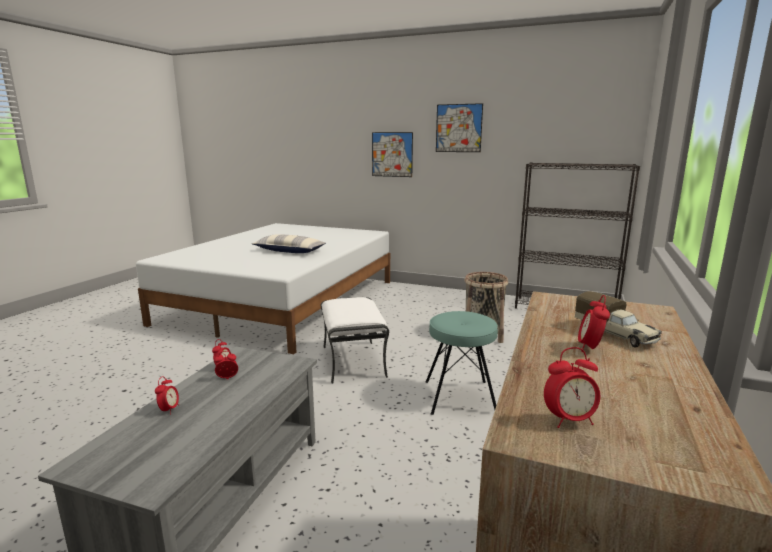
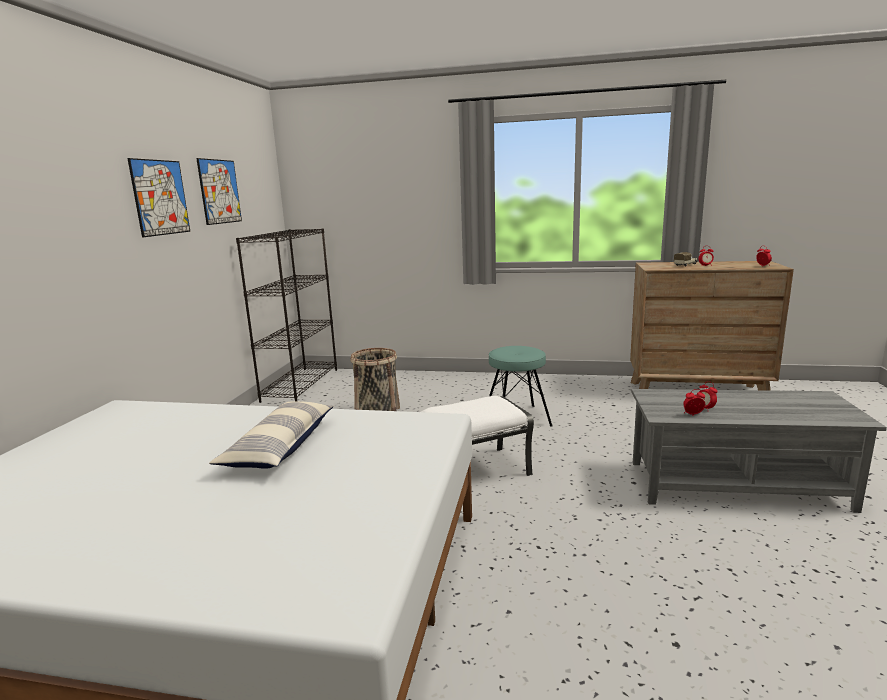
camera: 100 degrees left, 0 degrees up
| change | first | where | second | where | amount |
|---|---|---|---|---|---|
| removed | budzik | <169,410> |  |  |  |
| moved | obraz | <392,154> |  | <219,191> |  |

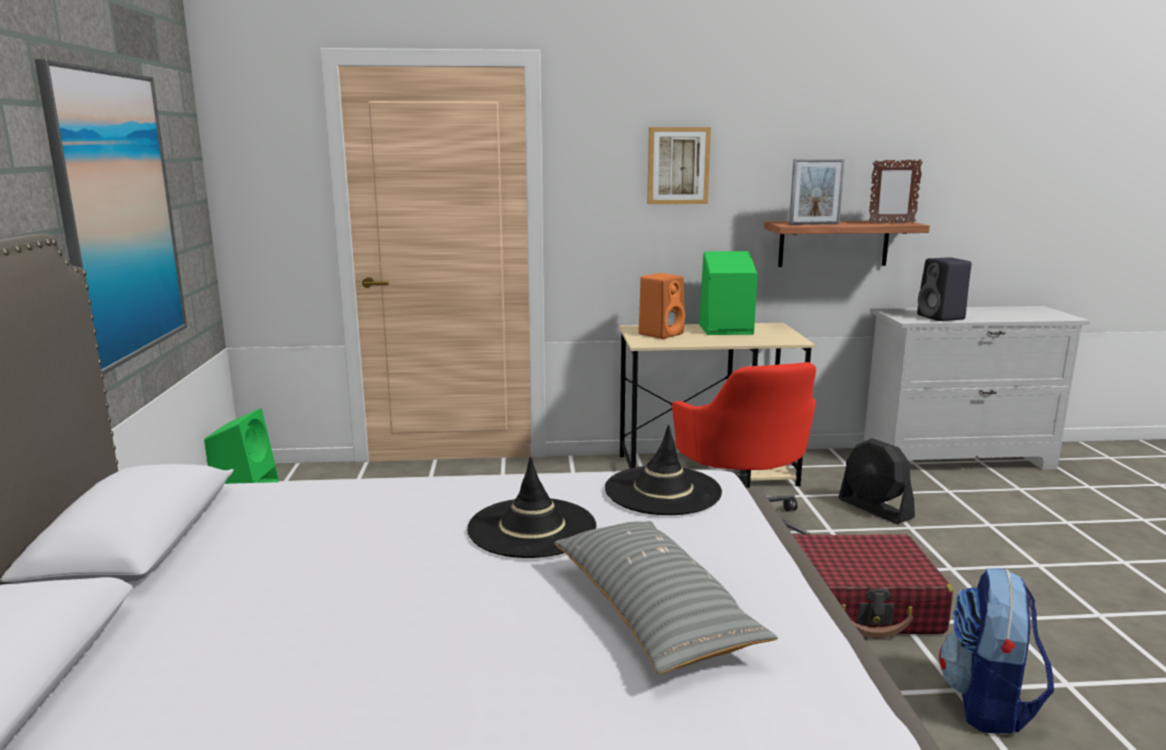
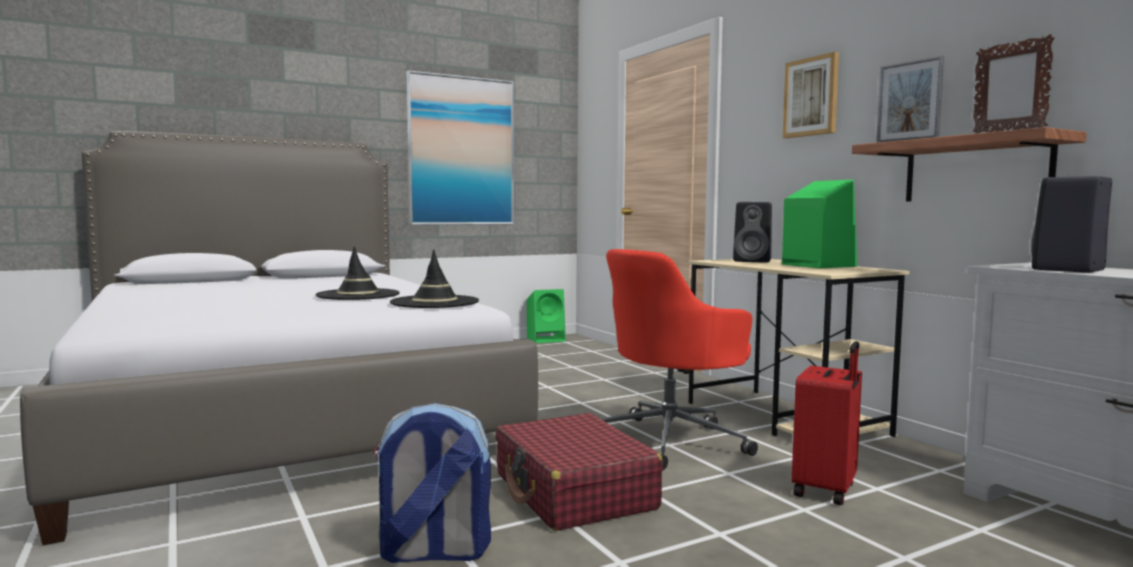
camera: 65 degrees right, 10 degrees down
| change | first | where | second | where | amount |
|---|---|---|---|---|---|
| removed | poduszka [szary] | <652,611> |  |  |  |
| replaced | wentylator [czarny] | <875,509> | walizka [czerwony] | <826,490> |  |
| recoloured | głośnik [pomarańczowy] | <661,334> | głośnik [czarny] | <753,261> |  |

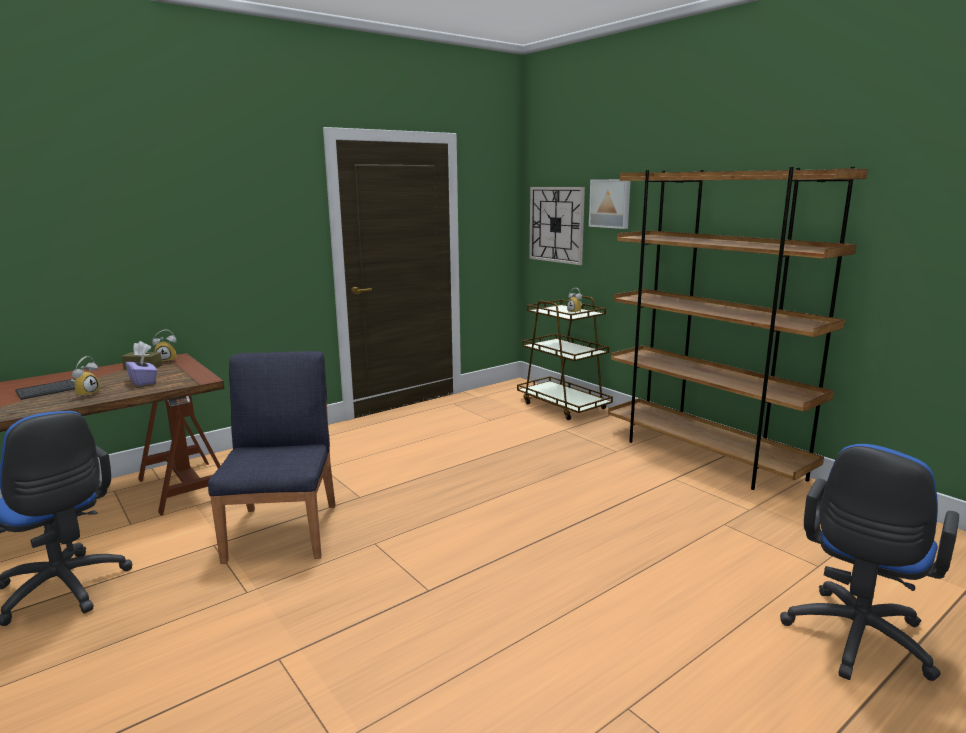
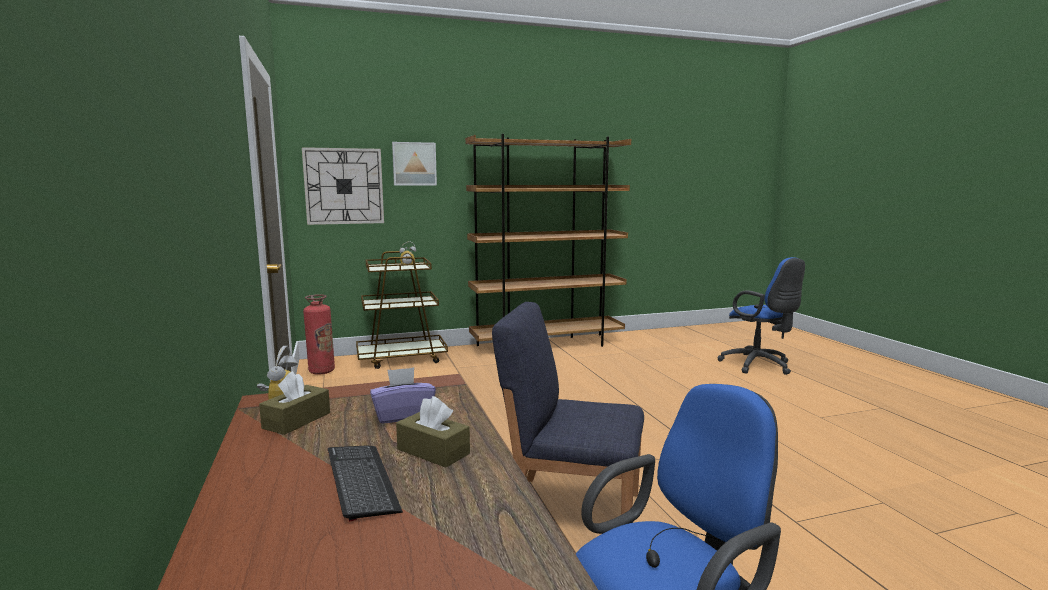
camera: 70 degrees left, 5 degrees down
| change | first | where | second | where | amount |
|---|---|---|---|---|---|
| added |  |  | gaśnica | <321,371> |  |
| replaced | budzik | <86,394> | pudełko chusteczek [brązowy] | <433,451> |  |

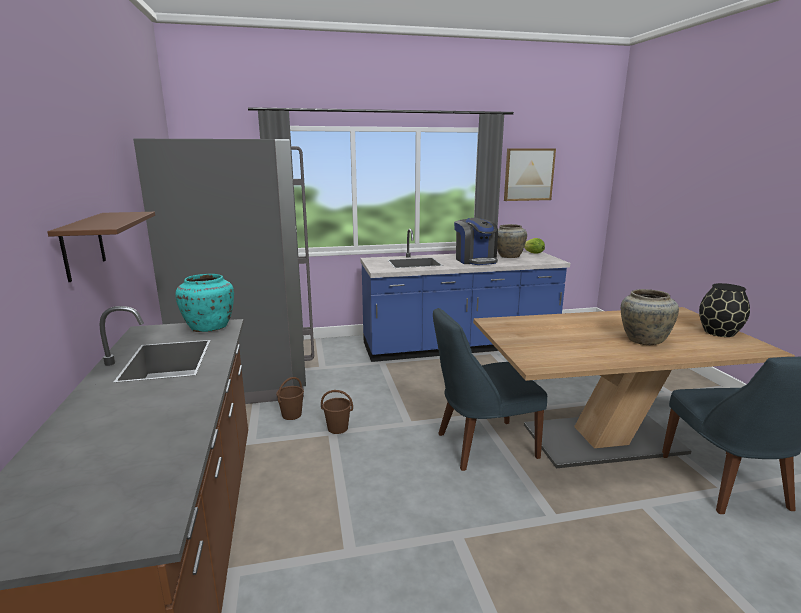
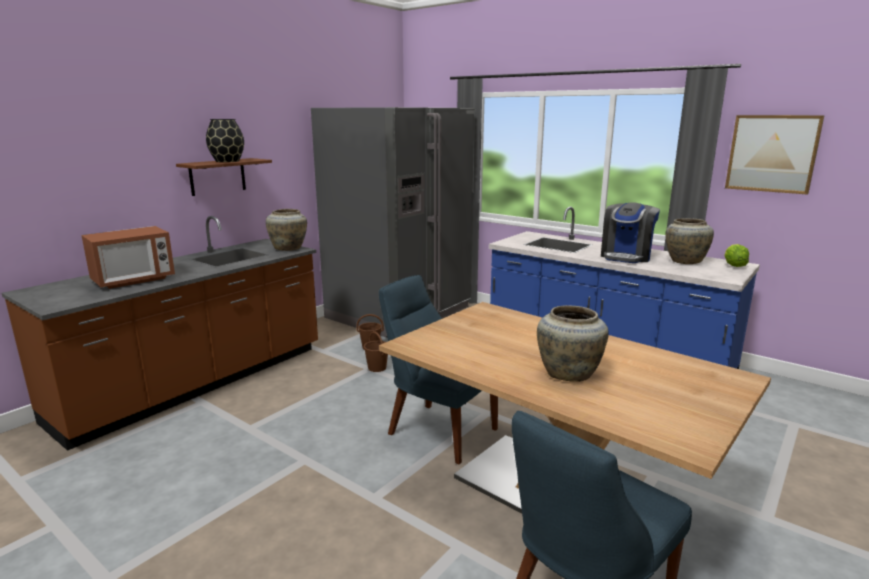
camera: 50 degrees right, 0 degrees up
| change | first | where | second | where | amount |
|---|---|---|---|---|---|
| added |  |  | mikrofalówka | <133,280> |  |
| moved | wazon [czarny] | <718,332> |  | <227,161> |  |
| recoloured | wazon [turkusowy] | <210,327> | wazon [beżowy] | <289,248> |  |

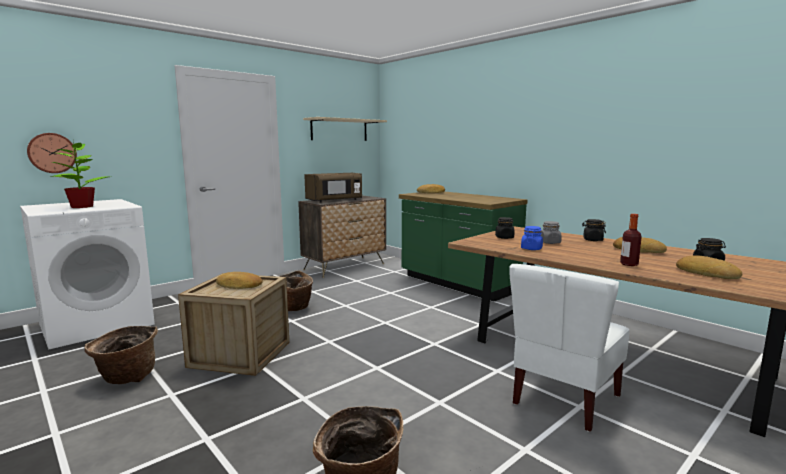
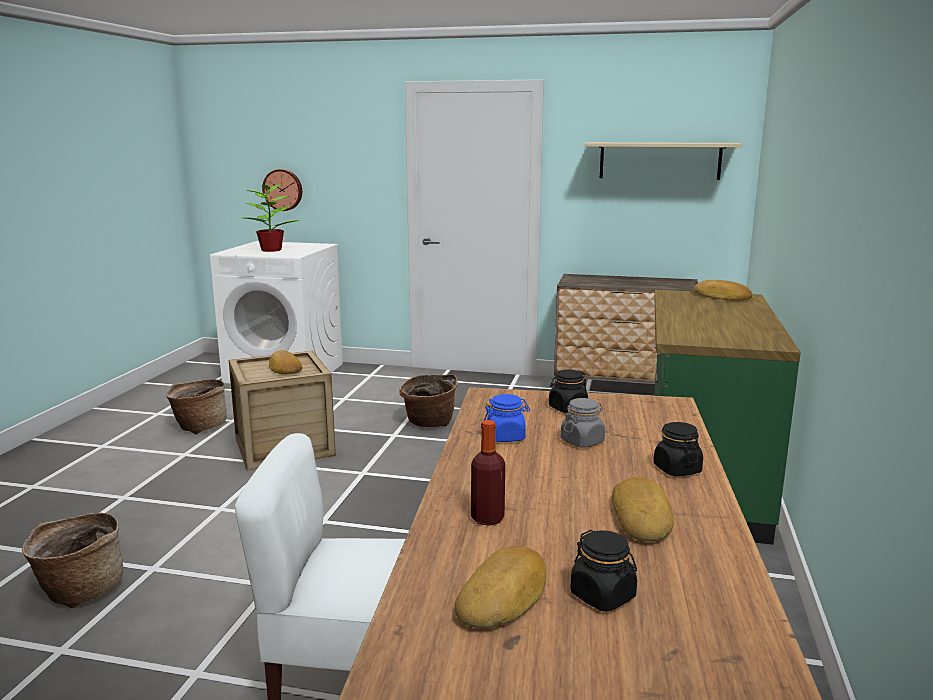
camera: 55 degrees right, 5 degrees up
| change | first | where | second | where | amount |
|---|---|---|---|---|---|
| removed | mikrofalówka [brązowy] | <335,200> |  |  |  |

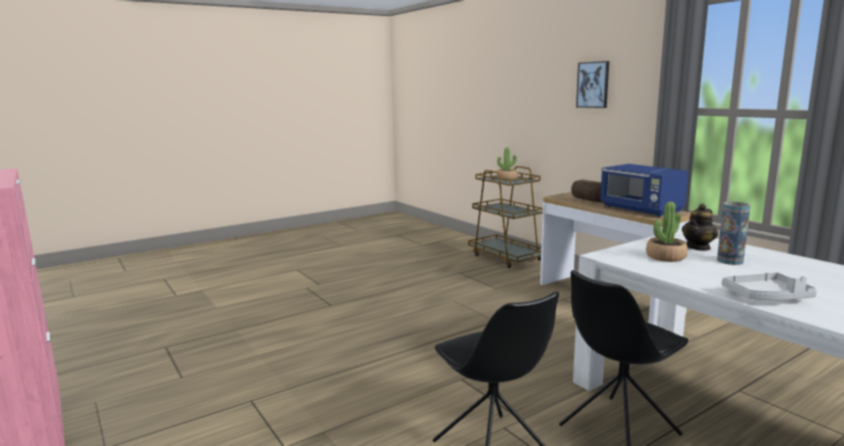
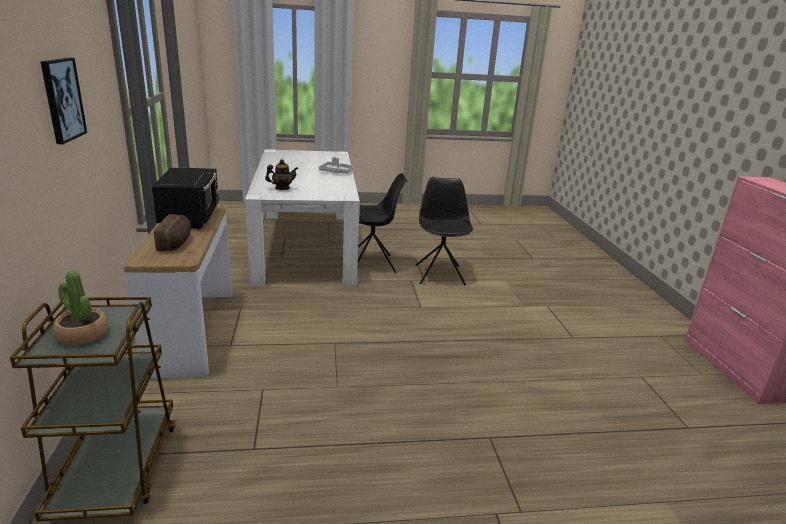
camera: 155 degrees left, 10 degrees up
| change | first | where | second | where | amount |
|---|---|---|---|---|---|
| removed | roślina doniczkowa | <665,257> |  |  |  |
| removed | wazon | <730,261> |  |  |  |
| recoloured | mikrofalówka [niebieski] | <641,209> | mikrofalówka [czarny] | <191,218> |  |

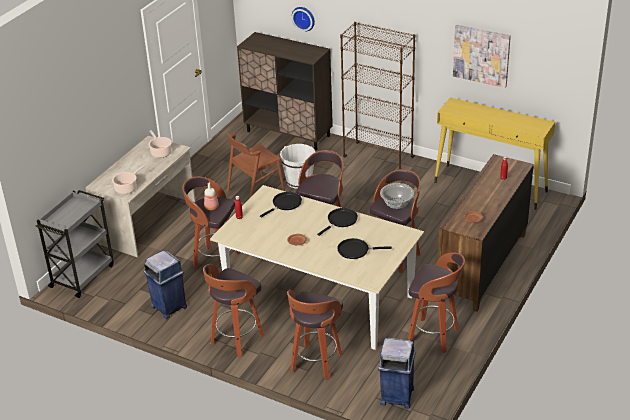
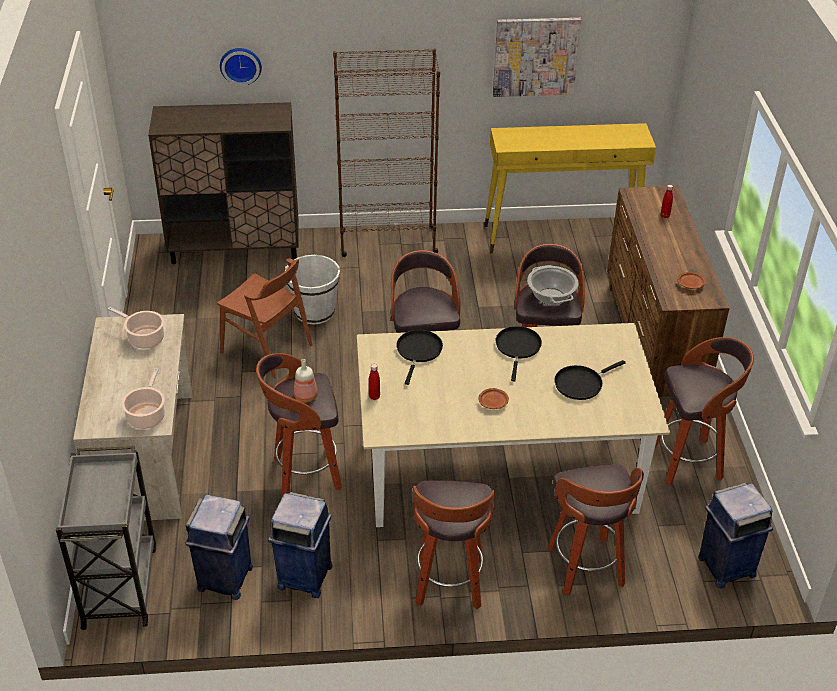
camera: 35 degrees left, 5 degrees up
| change | first | where | second | where | amount |
|---|---|---|---|---|---|
| added |  |  | kosz na śmieci [niebieski] | <224,579> |  |
| turned | krzesło [brązowy] | <255,191> |  | <267,348> | 75 degrees counterclockwise |

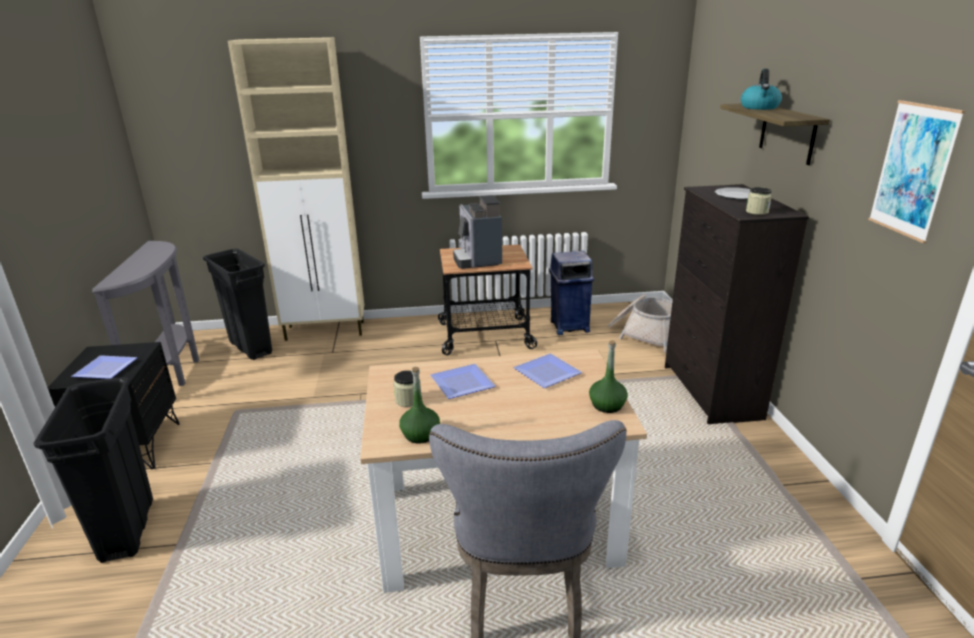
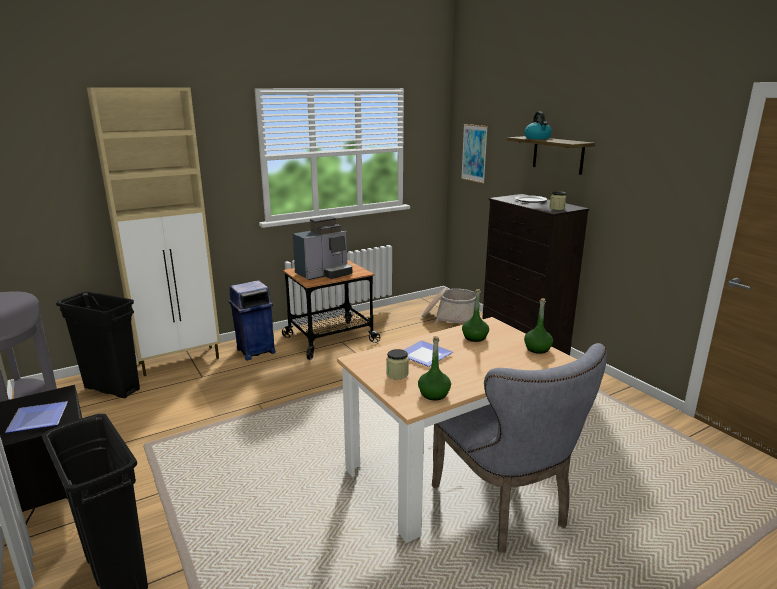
camera: 25 degrees left, 5 degrees down
| change | first | where | second | where | amount |
|---|---|---|---|---|---|
| moved | kosz na śmieci [niebieski] | <568,326> |  | <255,351> |  |
| moved | obraz | <913,170> |  | <474,153> |  |
| replaced | talerz | <544,373> | butelka [zielony] | <474,337> |  |
| turned | ekspres do kawy | <477,259> |  | <324,273> | 90 degrees counterclockwise |

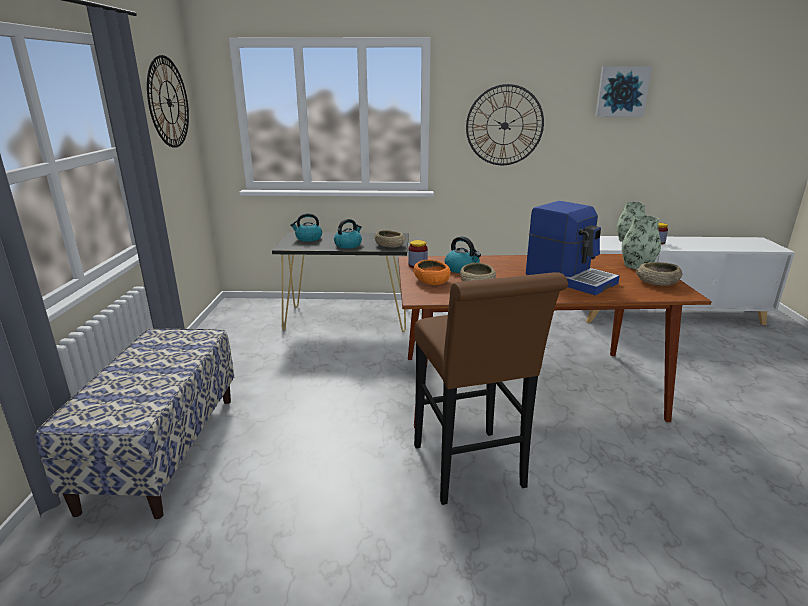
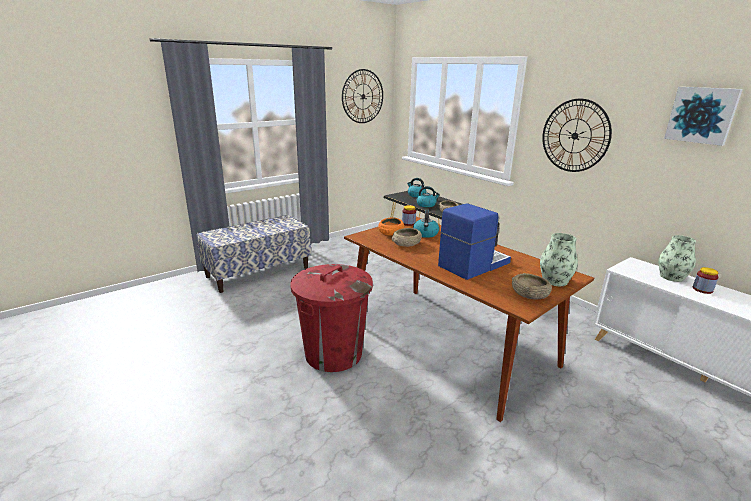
camera: 50 degrees right, 0 degrees up
| change | first | where | second | where | amount |
|---|---|---|---|---|---|
| replaced | stołek [brązowy] | <471,471> | kosz na śmieci [czerwony] | <333,353> |  |
| turned | ekspres do kawy | <570,278> |  | <472,264> | 135 degrees counterclockwise |

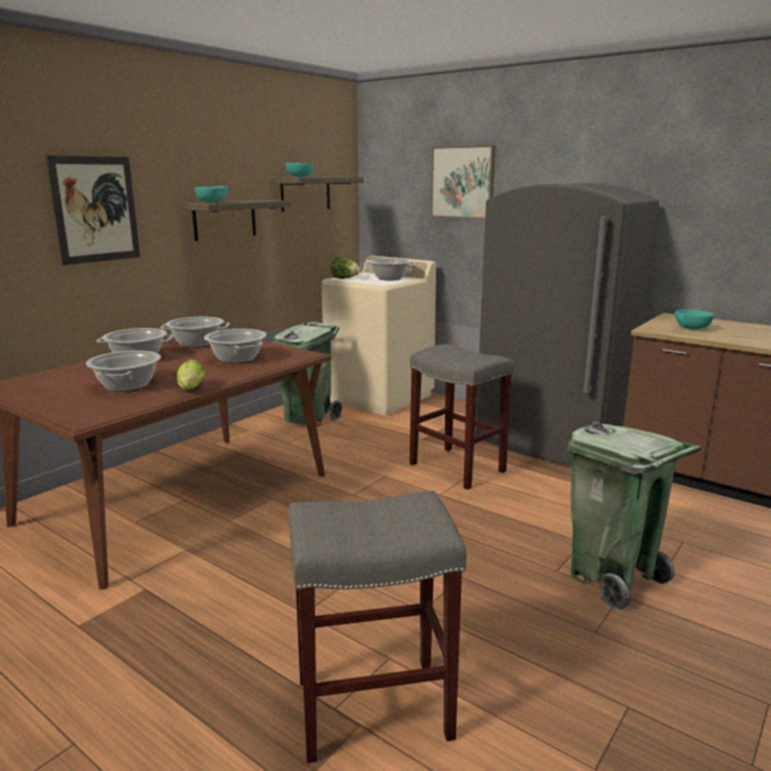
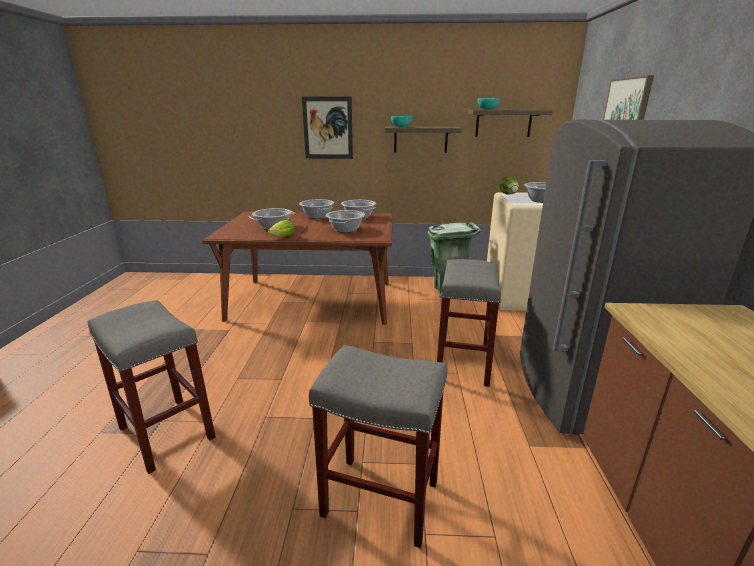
camera: 55 degrees right, 5 degrees up
| change | first | where | second | where | amount |
|---|---|---|---|---|---|
| removed | miska [turkusowy] | <690,329> |  |  |  |
| replaced | kosz na śmieci [zielony] | <612,578> | stołek [szary] | <379,499> |  |

